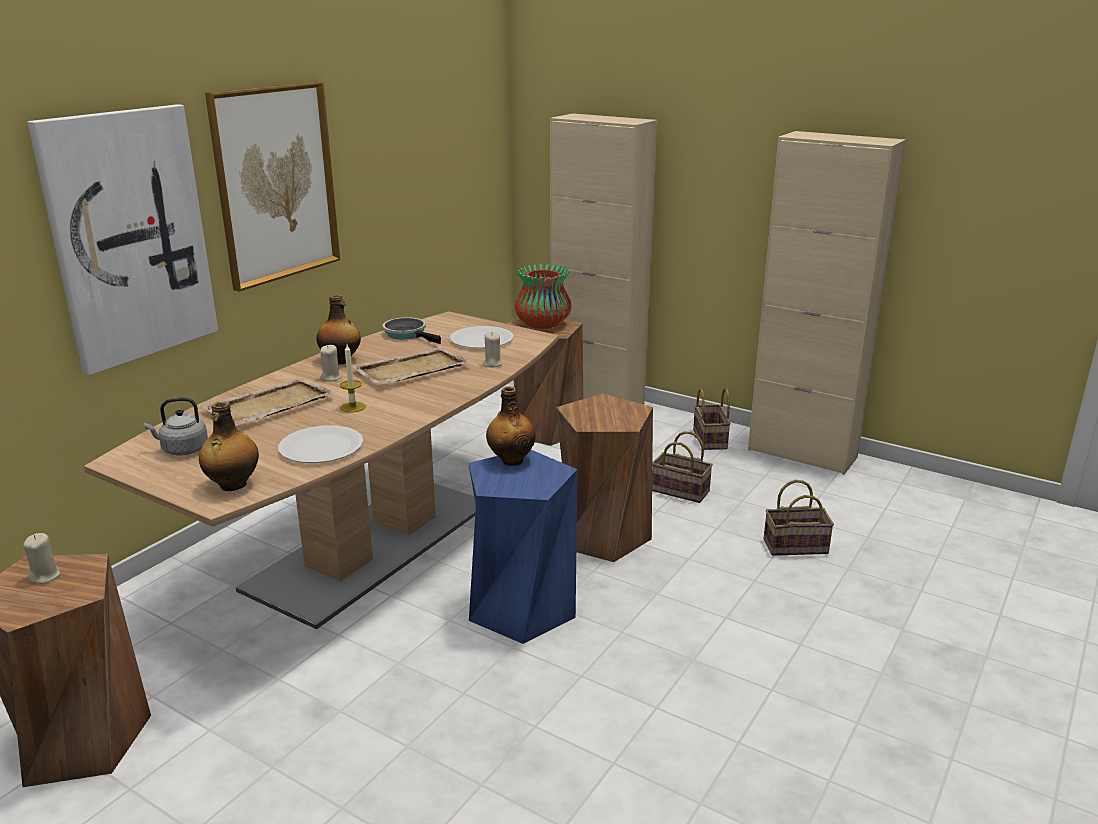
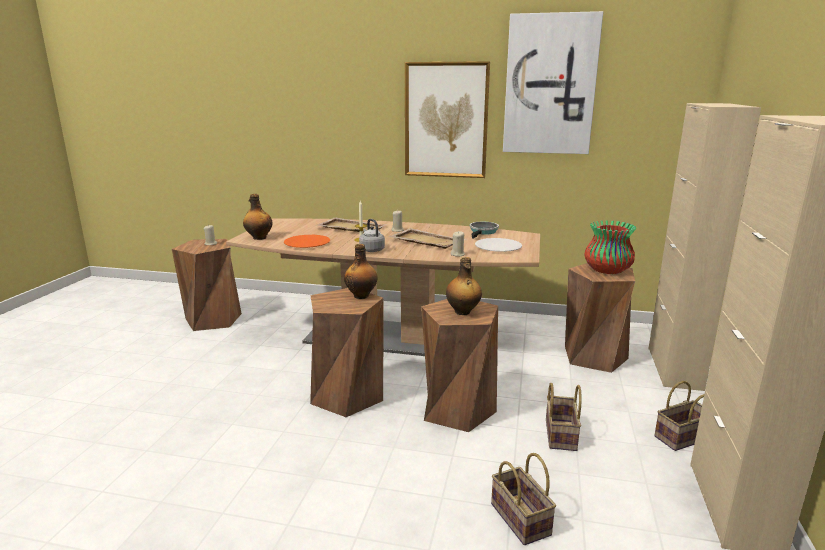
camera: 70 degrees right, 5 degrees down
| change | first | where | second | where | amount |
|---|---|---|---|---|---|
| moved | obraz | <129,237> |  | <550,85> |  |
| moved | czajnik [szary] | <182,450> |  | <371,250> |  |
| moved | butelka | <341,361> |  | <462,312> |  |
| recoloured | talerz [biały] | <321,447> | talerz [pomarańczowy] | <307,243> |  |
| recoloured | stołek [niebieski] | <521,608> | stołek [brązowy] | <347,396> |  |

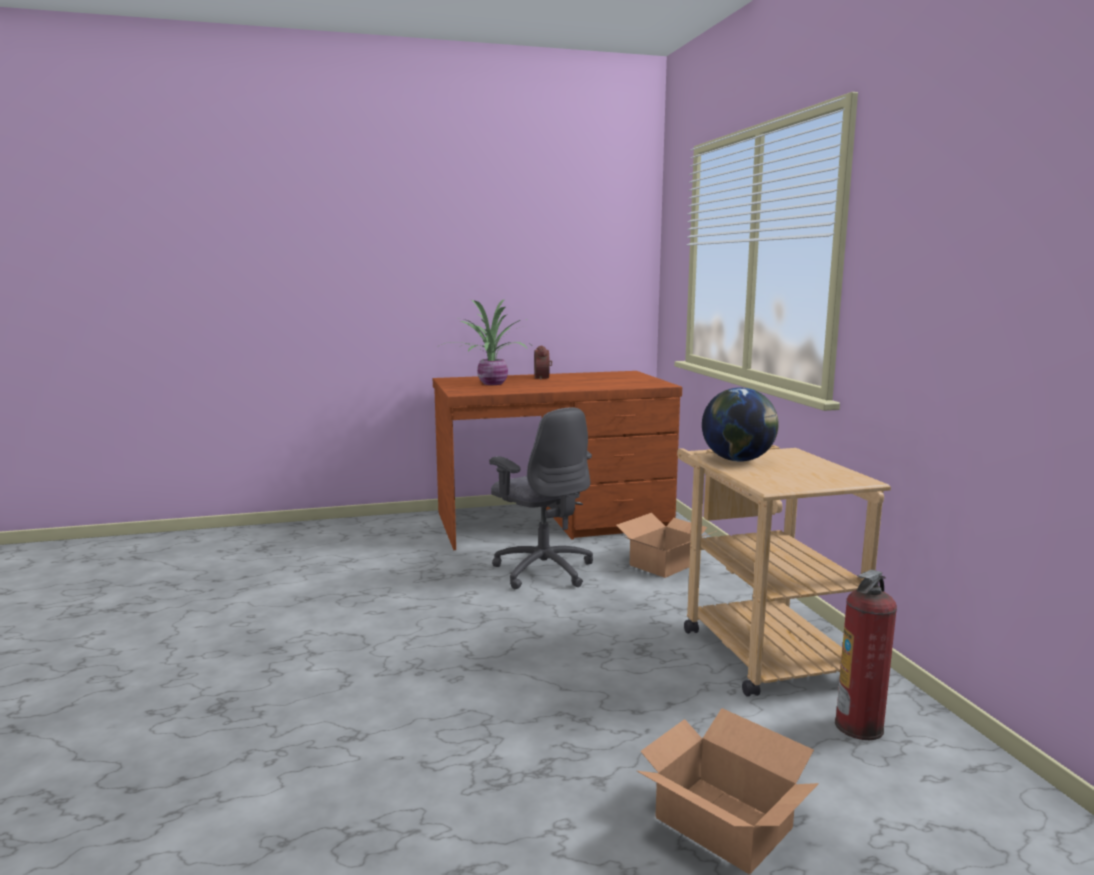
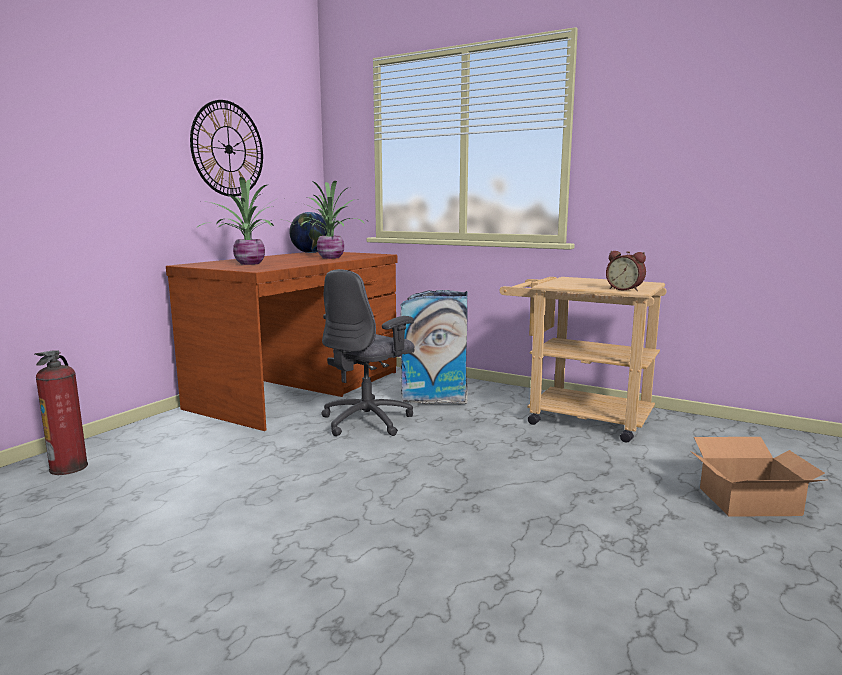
camera: 45 degrees left, 0 degrees up
| change | first | where | second | where | amount |
|---|---|---|---|---|---|
| added |  |  | zegar ścienny | <228,149> |  |
| added |  |  | roślina doniczkowa | <329,258> |  |
| moved | budzik | <543,378> |  | <625,289> |  |
| moved | globus | <738,460> |  | <311,253> |  |
| moved | gaśnica | <859,726> |  | <69,467> |  |
| replaced | karton | <665,564> | kosz na śmieci | <435,393> |  |
| turned | krzesło biurowe [szary] | <543,570> |  | <368,421> | 120 degrees clockwise |

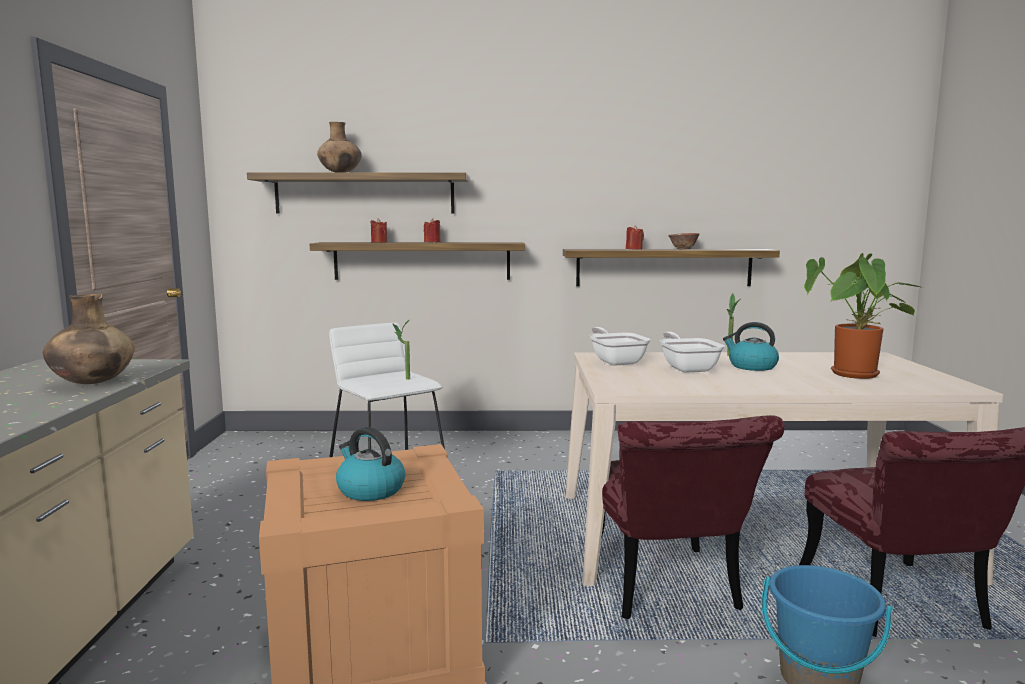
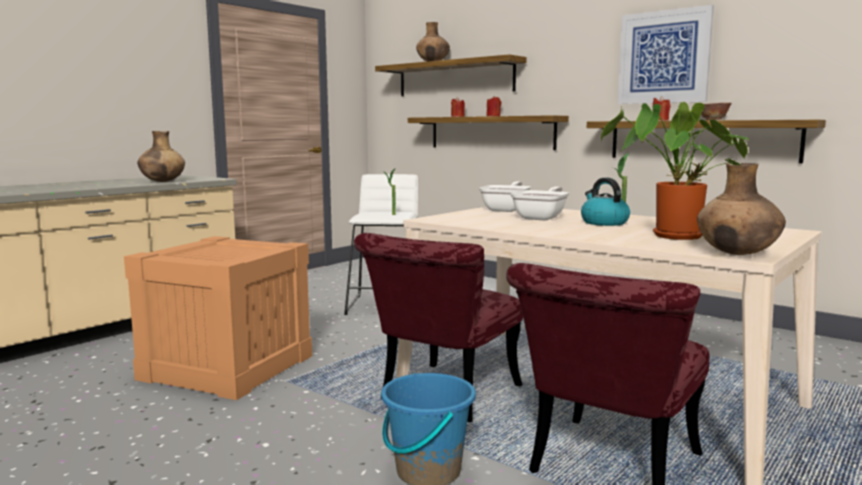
camera: 40 degrees right, 0 degrees up
| change | first | where | second | where | amount |
|---|---|---|---|---|---|
| removed | czajnik | <370,490> |  |  |  |
| added |  |  | obraz | <663,57> |  |
| added |  |  | wazon [brązowy] | <738,254> |  |

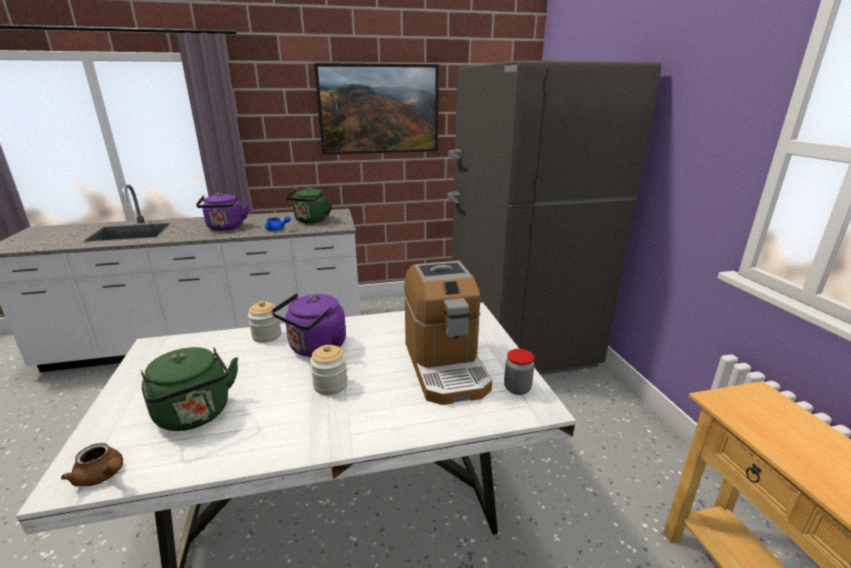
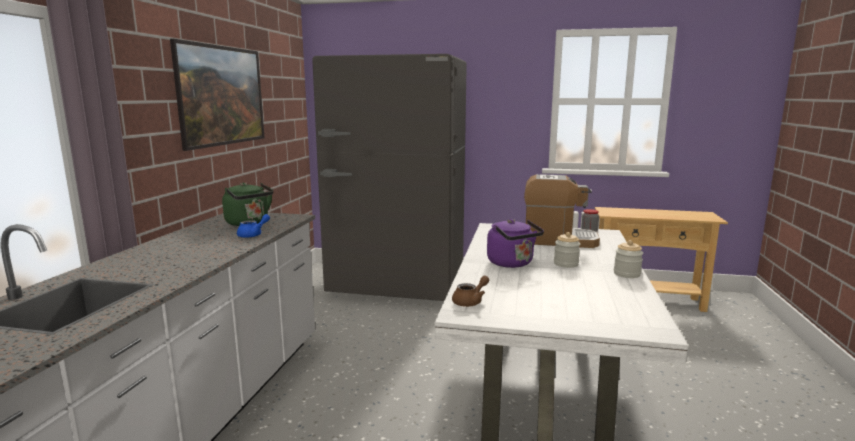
camera: 65 degrees left, 10 degrees down
| change | first | where | second | where | amount |
|---|---|---|---|---|---|
| removed | czajnik [zielony] | <195,415> |  |  |  |
| removed | czajnik [fioletowy] | <225,228> |  |  |  |
| moved | imbryk [brązowy] | <102,476> |  | <470,302> |  |
| moved | słoik | <267,335> |  | <627,274> |  |

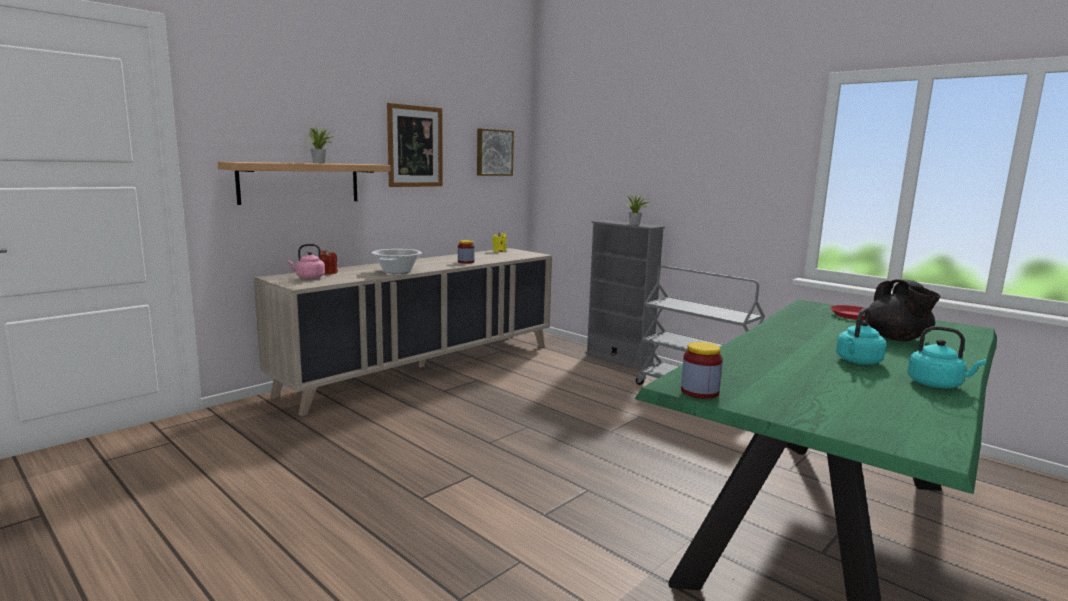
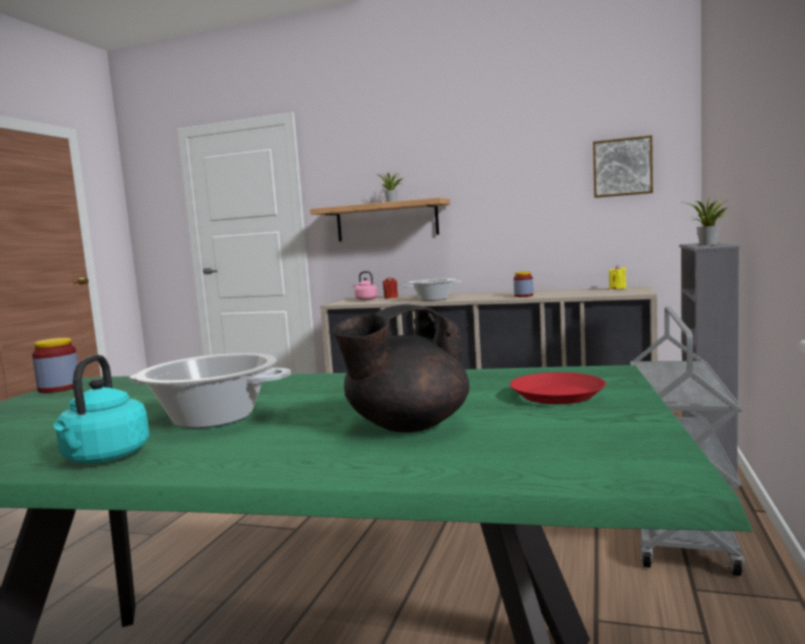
camera: 65 degrees right, 5 degrees down
| change | first | where | second | where | amount |
|---|---|---|---|---|---|
| removed | obraz | <415,146> |  |  |  |
| replaced | czajnik [turkusowy] | <857,361> | garnek | <213,418> |  |

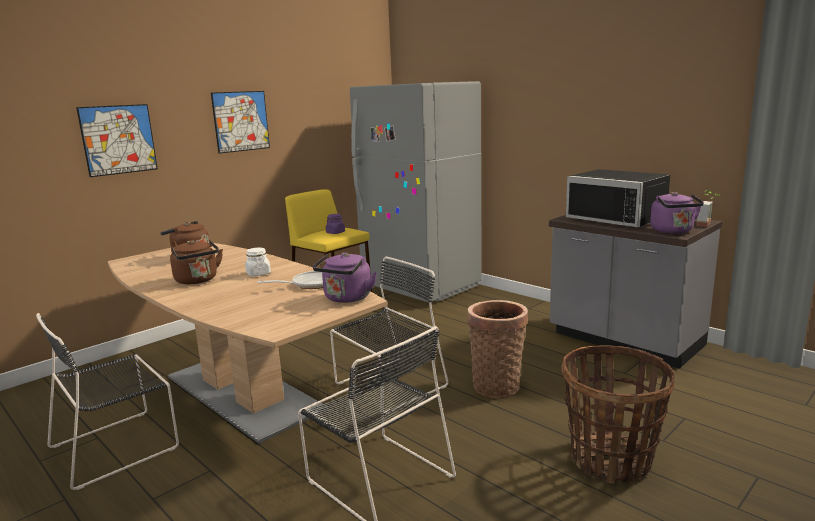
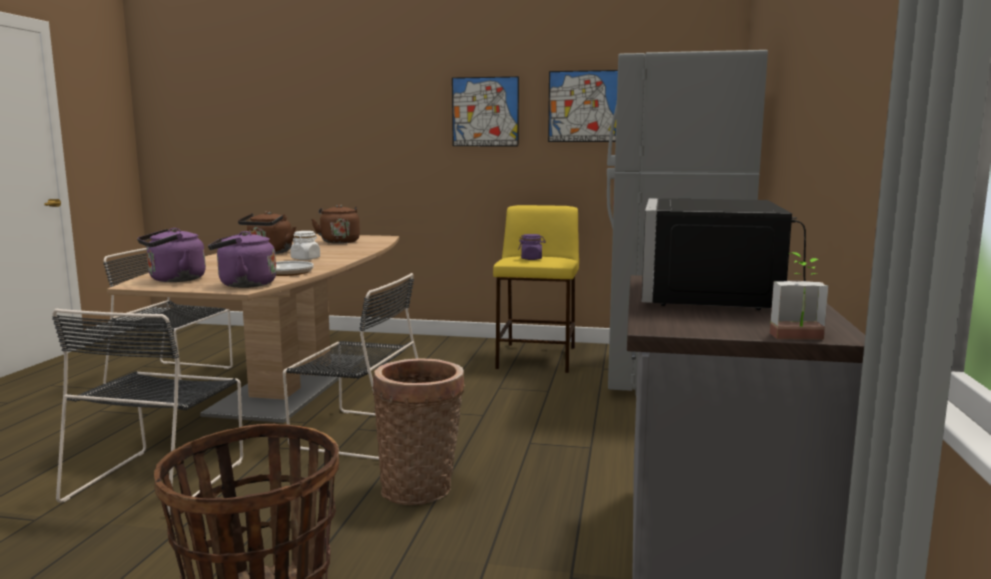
camera: 55 degrees right, 5 degrees down
| change | first | where | second | where | amount |
|---|---|---|---|---|---|
| moved | obraz | <118,139> |  | <583,106> |  |
| moved | czajnik [fioletowy] | <673,231> |  | <174,280> |  |

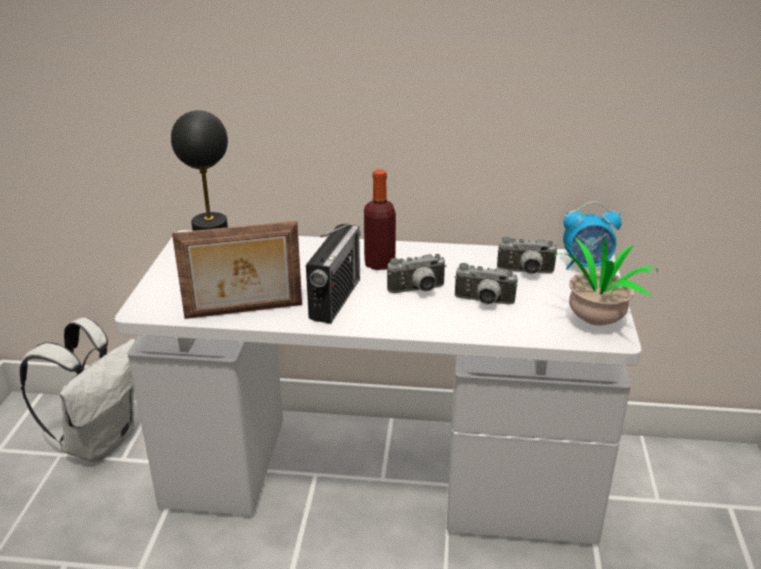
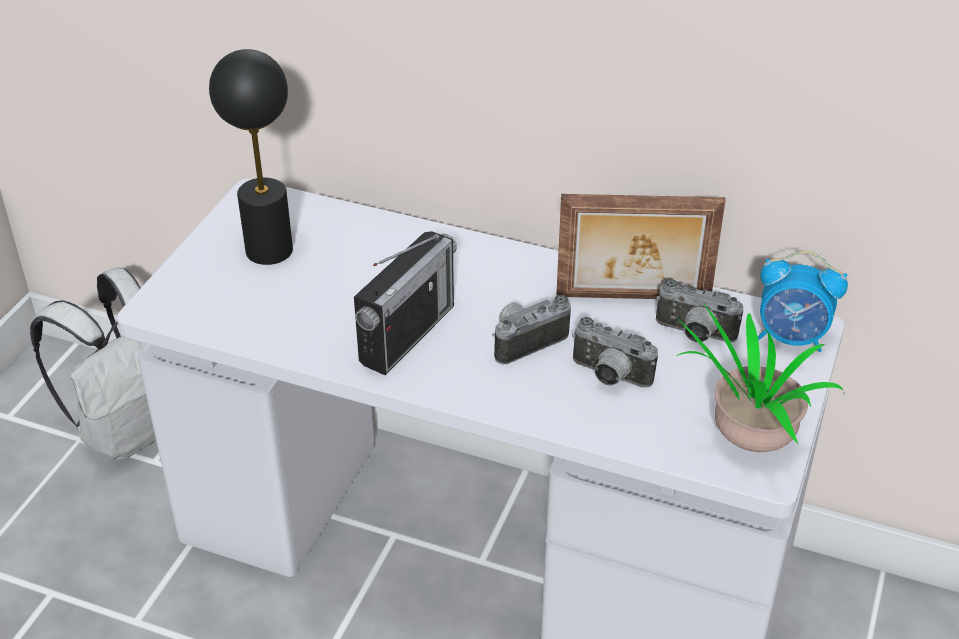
camera: 15 degrees right, 10 degrees up
| change | first | where | second | where | amount |
|---|---|---|---|---|---|
| removed | butelka | <379,263> |  |  |  |
| moved | ramka na zdjęcie | <244,312> |  | <633,299> |  |
| turned | aparat fotograficzny | <418,291> |  | <525,340> | 150 degrees clockwise |

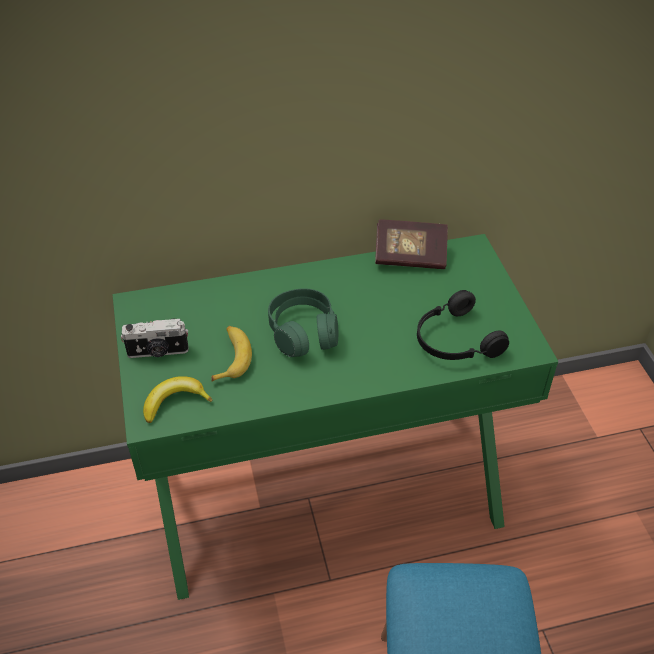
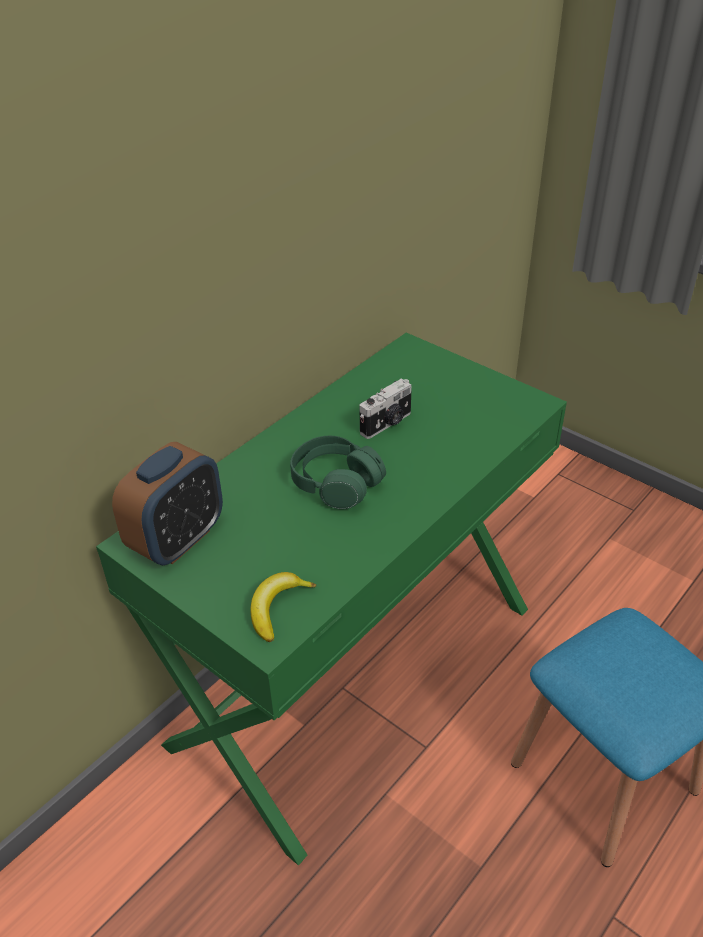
camera: 35 degrees left, 5 degrees down
| change | first | where | second | where | amount |
|---|---|---|---|---|---|
| removed | banan | <231,357> |  |  |  |
| removed | książka | <410,256> |  |  |  |
| removed | słuchawki [czarny] | <454,341> |  |  |  |
| added |  |  | budzik | <178,540> |  |
| moved | aparat fotograficzny | <158,352> |  | <387,424> |  |

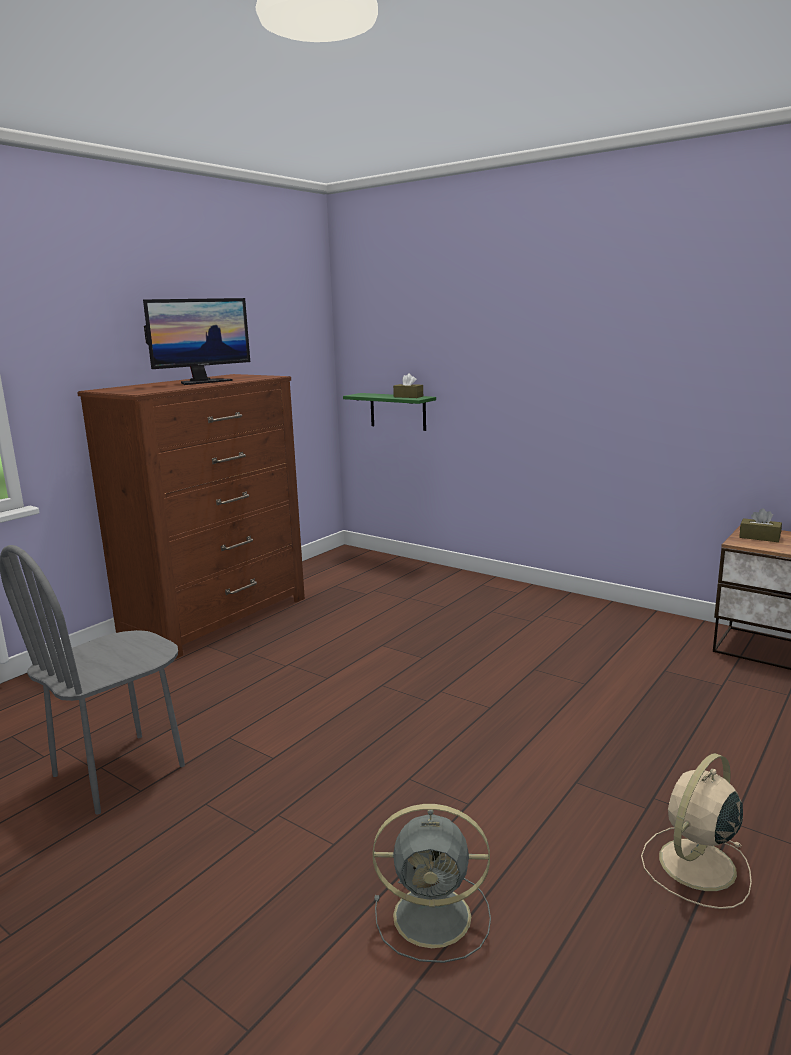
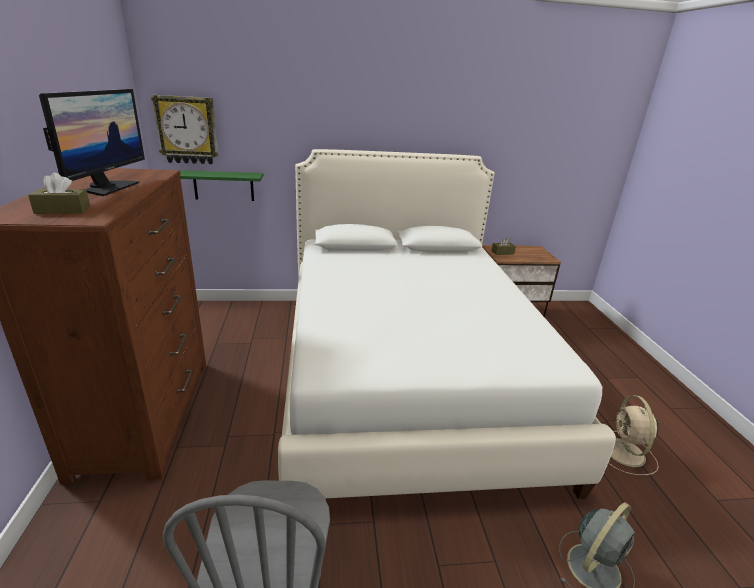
camera: 45 degrees left, 10 degrees up
| change | first | where | second | where | amount |
|---|---|---|---|---|---|
| added |  |  | zegar ścienny | <187,130> |  |
| added |  |  | łóżko [biały] | <406,374> |  |
| moved | pudełko chusteczek [brązowy] | <408,396> |  | <63,210> |  |

